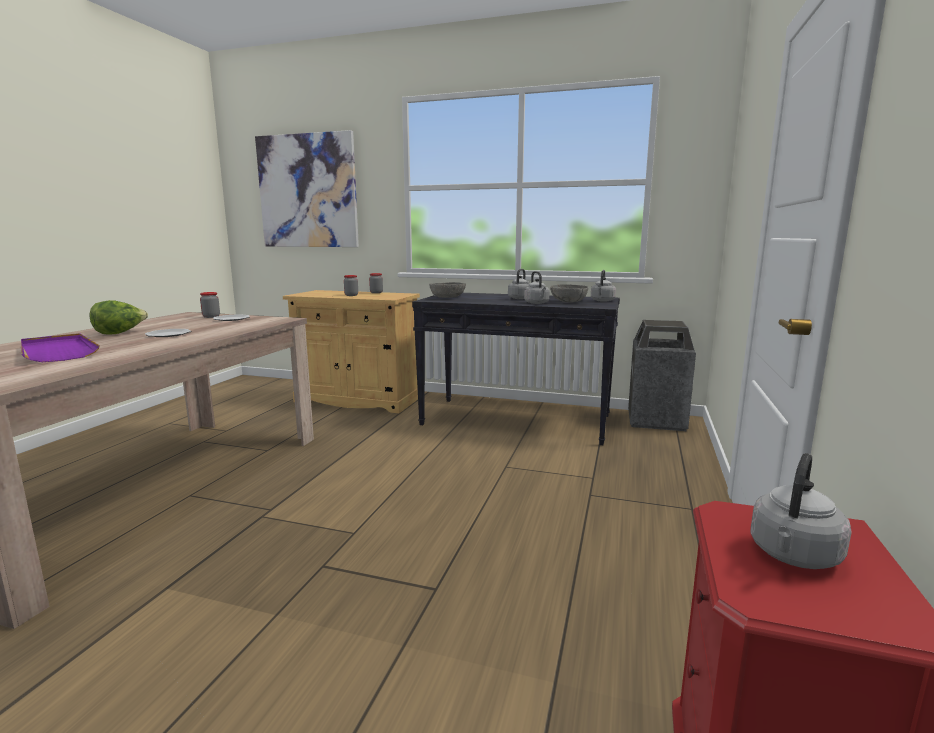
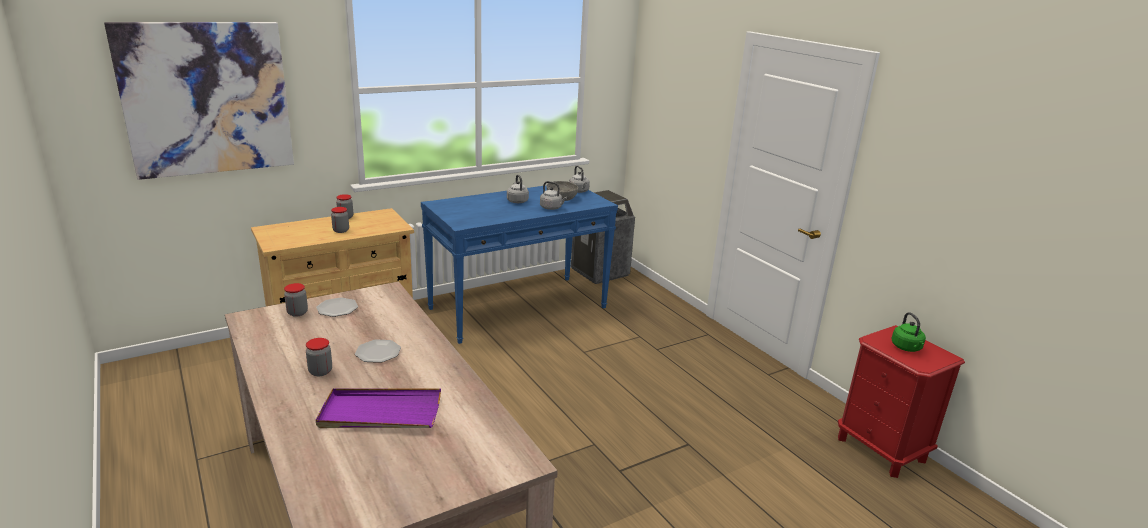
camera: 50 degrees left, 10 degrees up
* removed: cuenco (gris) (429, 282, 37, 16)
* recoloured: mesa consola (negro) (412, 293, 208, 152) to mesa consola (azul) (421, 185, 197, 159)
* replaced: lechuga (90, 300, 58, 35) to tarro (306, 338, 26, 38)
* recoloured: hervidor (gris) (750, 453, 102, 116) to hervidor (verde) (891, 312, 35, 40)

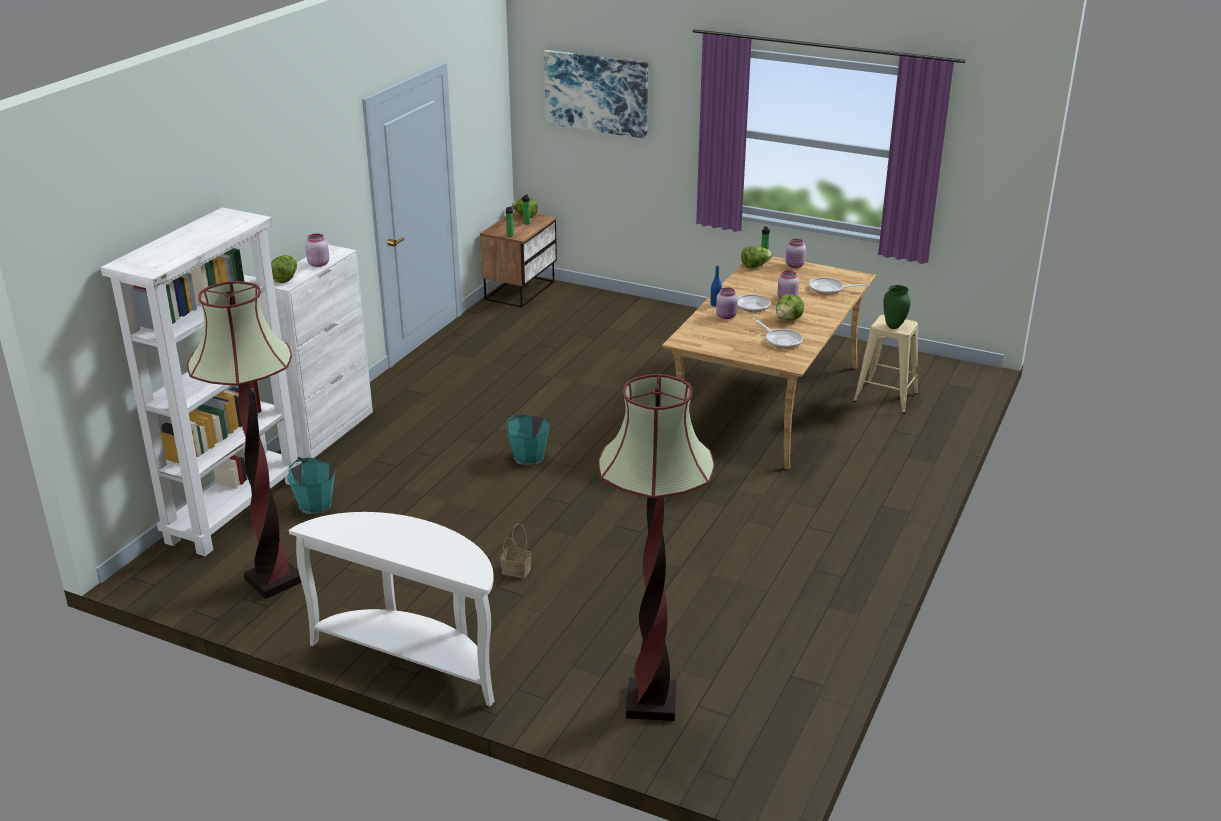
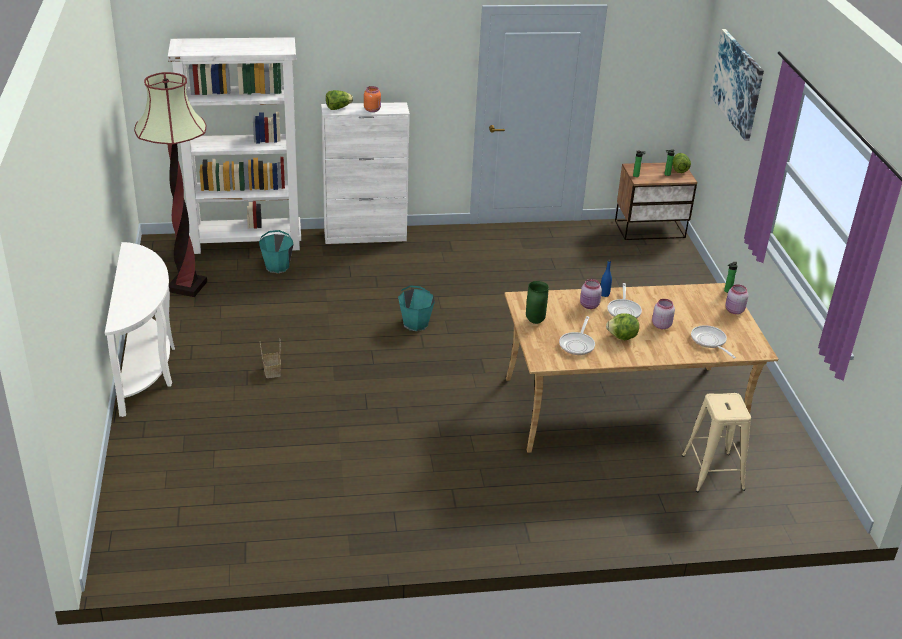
camera: 55 degrees right, 5 degrees up
* recoloured: tarro (rosa) (305, 233, 24, 34) to tarro (naranja) (364, 86, 17, 26)
* removed: lechuga (741, 246, 31, 22)
* moved: florero (verde) (883, 285, 27, 44) to (526, 281, 23, 43)
* removed: lámpara de pie (598, 374, 117, 347)

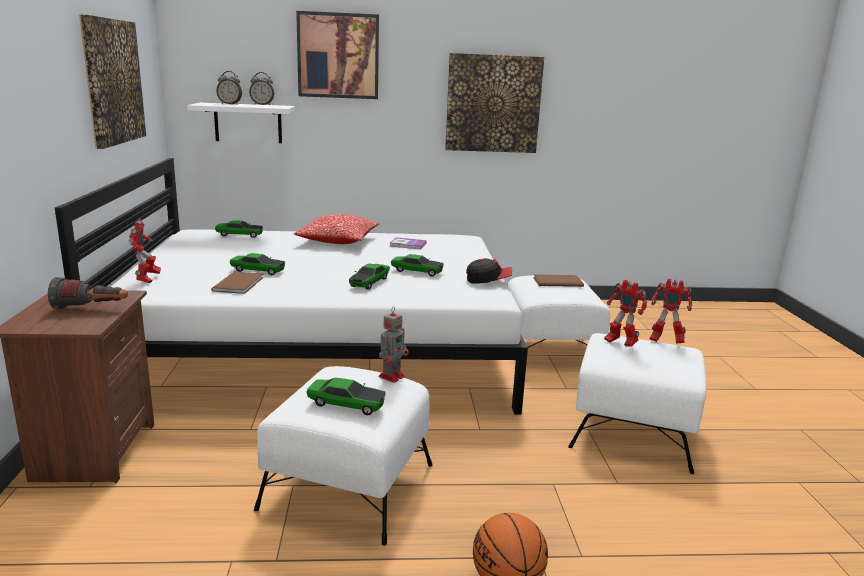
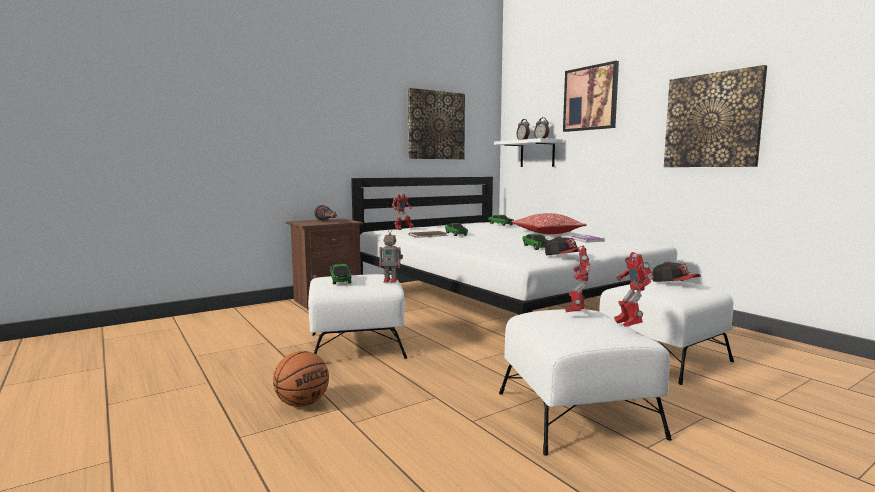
camera: 60 degrees right, 10 degrees down
* removed: coche de juguete (349, 263, 41, 27)
* replaced: libro (marrón) (533, 274, 51, 13) to gorra (652, 261, 49, 21)

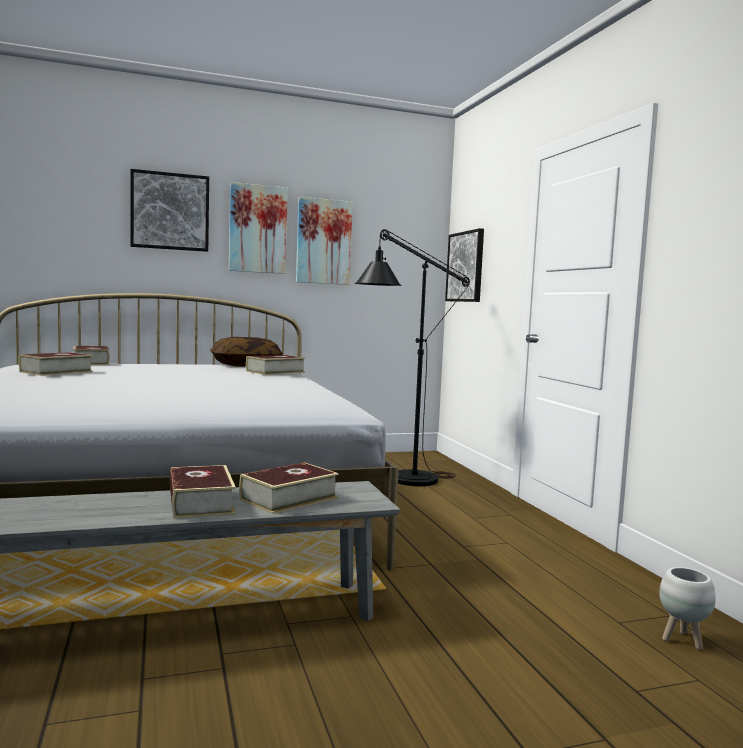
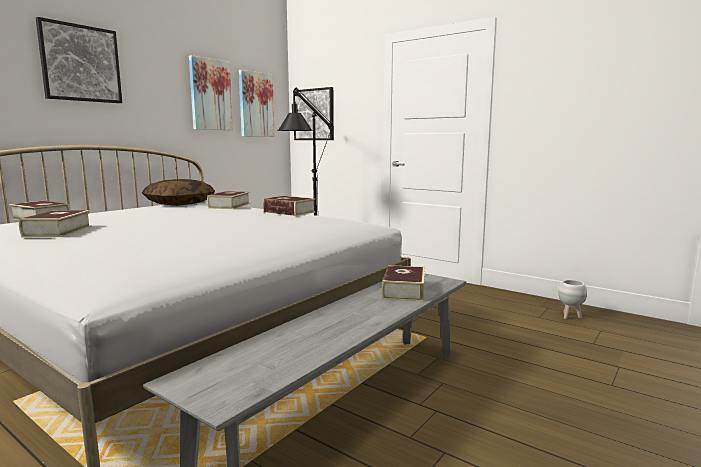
camera: 35 degrees left, 5 degrees up
* moved: cuadro (229, 182, 59, 92) to (239, 70, 36, 67)
* moved: libro (169, 465, 67, 53) to (263, 196, 53, 20)

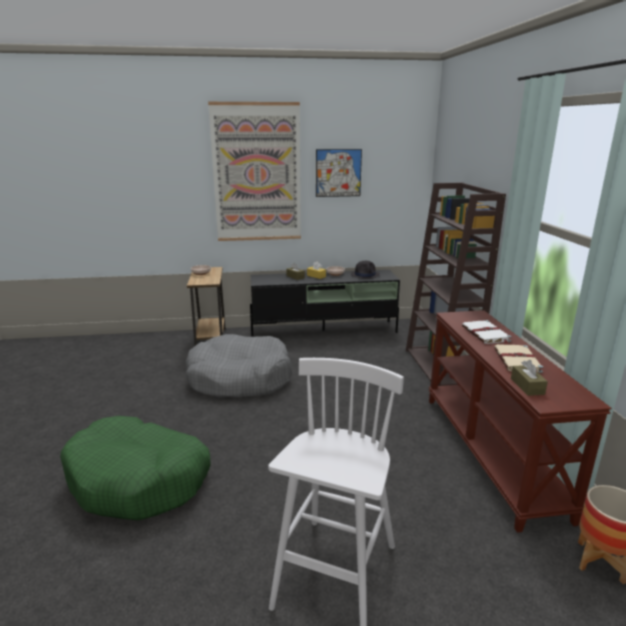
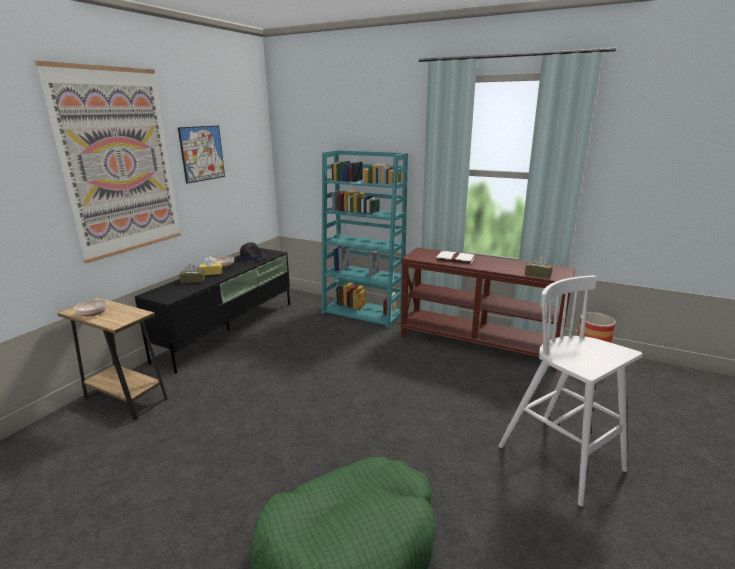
camera: 55 degrees left, 0 degrees up
* recoloured: estantería (marrón) (406, 183, 100, 203) to estantería (turquesa) (322, 150, 86, 178)
* removed: cama para perro (gris) (185, 334, 107, 64)
* removed: libro (beis) (494, 344, 49, 29)

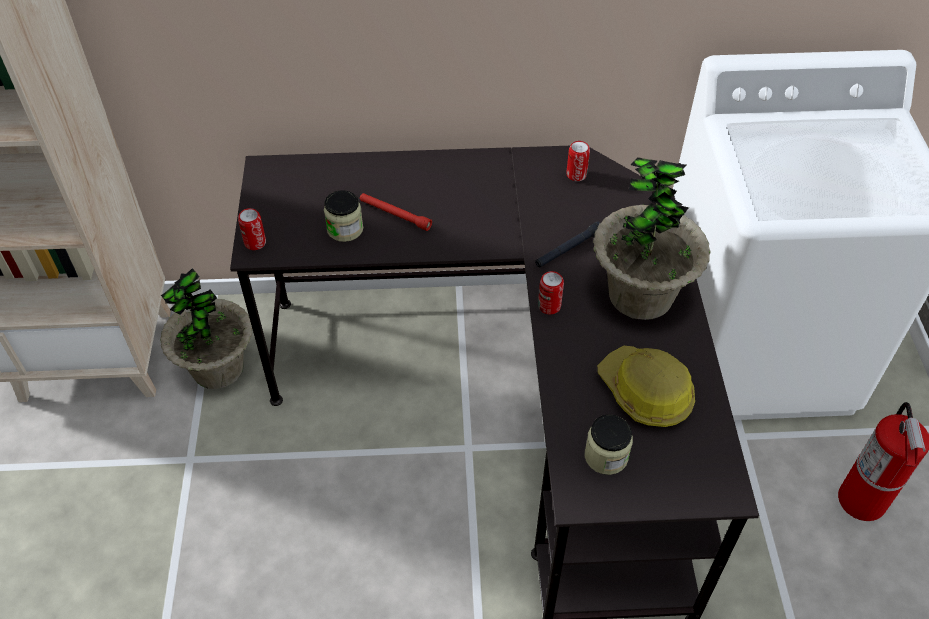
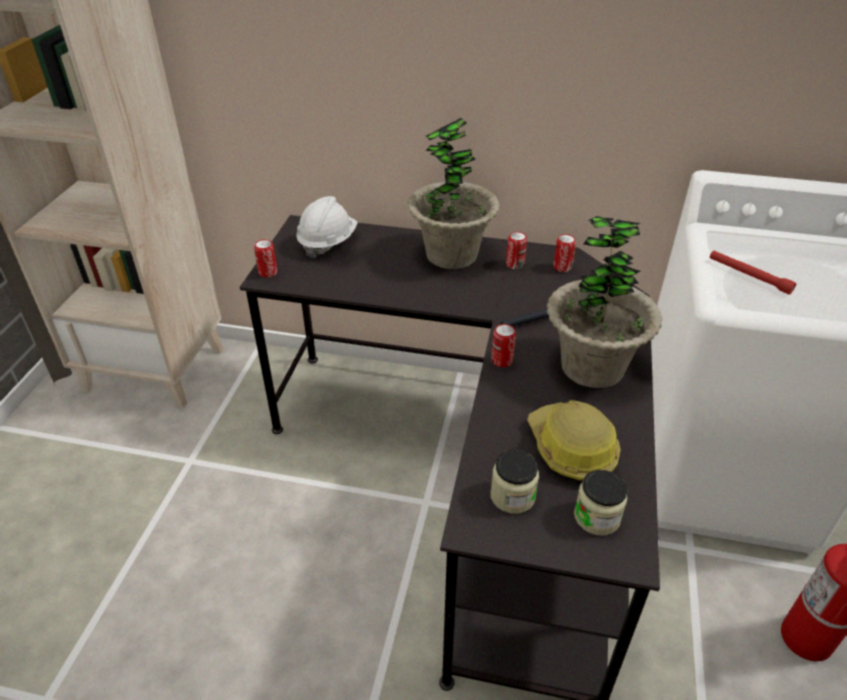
camera: 15 degrees right, 10 degrees down
* moved: tarro (324, 190, 39, 52) to (574, 470, 53, 65)
* moved: linterna (rojo) (360, 193, 72, 38) to (710, 251, 86, 44)
* moved: planta en maceta (160, 268, 92, 121) to (408, 118, 92, 151)
* added: casco (blanco) (296, 196, 62, 63)
* added: lata (506, 232, 21, 37)

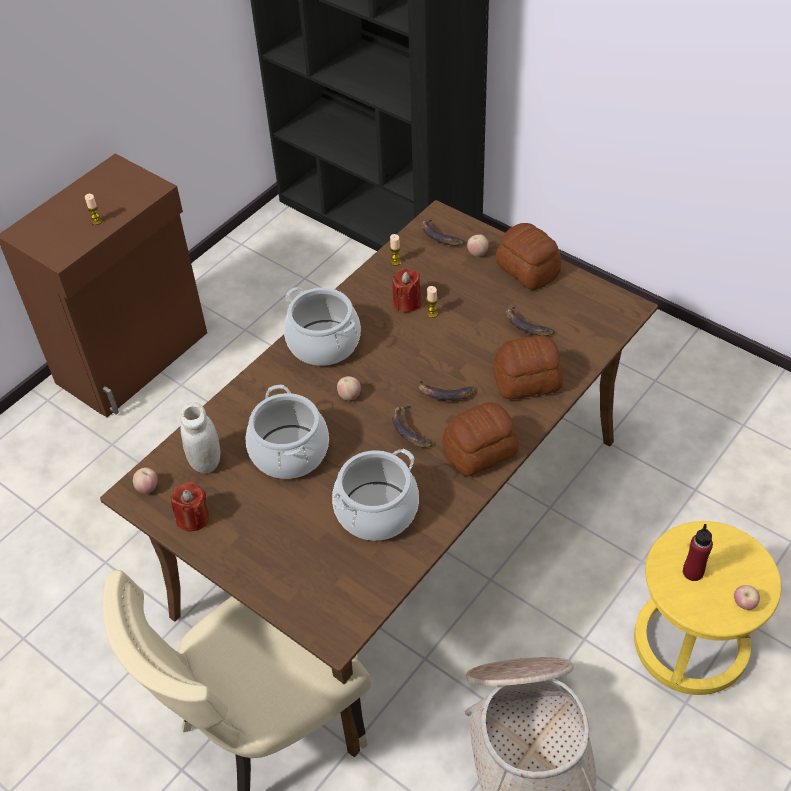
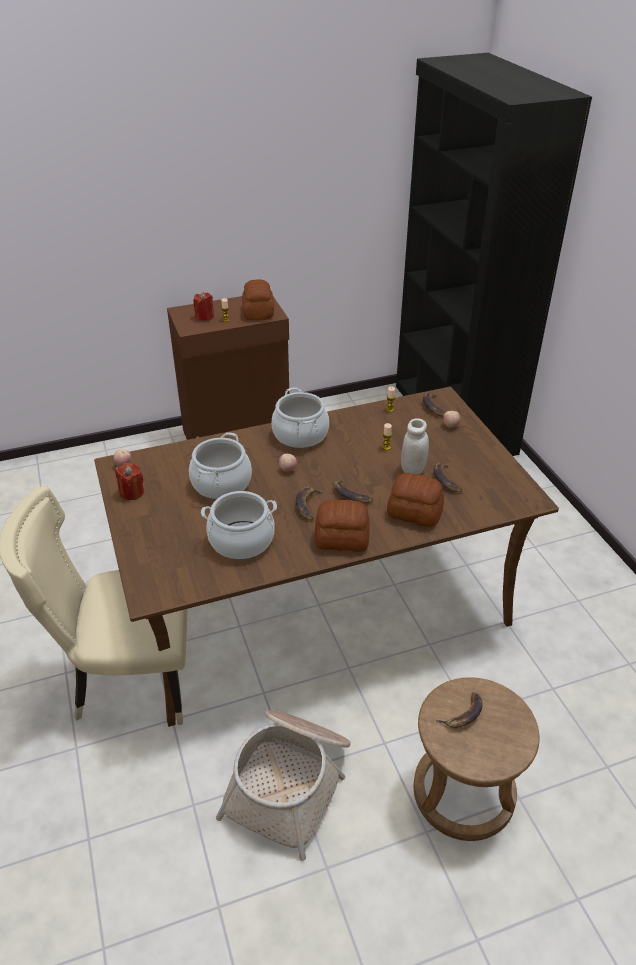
camera: 30 degrees right, 10 degrees down
* moved: pan (496, 223, 65, 67) to (242, 279, 32, 42)
* moved: vela (rojo) (392, 268, 29, 44) to (193, 292, 21, 29)
* moved: tarro (blanco) (180, 402, 41, 71) to (401, 418, 28, 57)
* recoloured: taburete (amarillo) (634, 521, 148, 174) to taburete (marrón) (414, 677, 125, 164)
* replaced: botella (rojo) (683, 524, 30, 57) to plátano (436, 692, 46, 36)
* removed: manzana (734, 585, 26, 25)

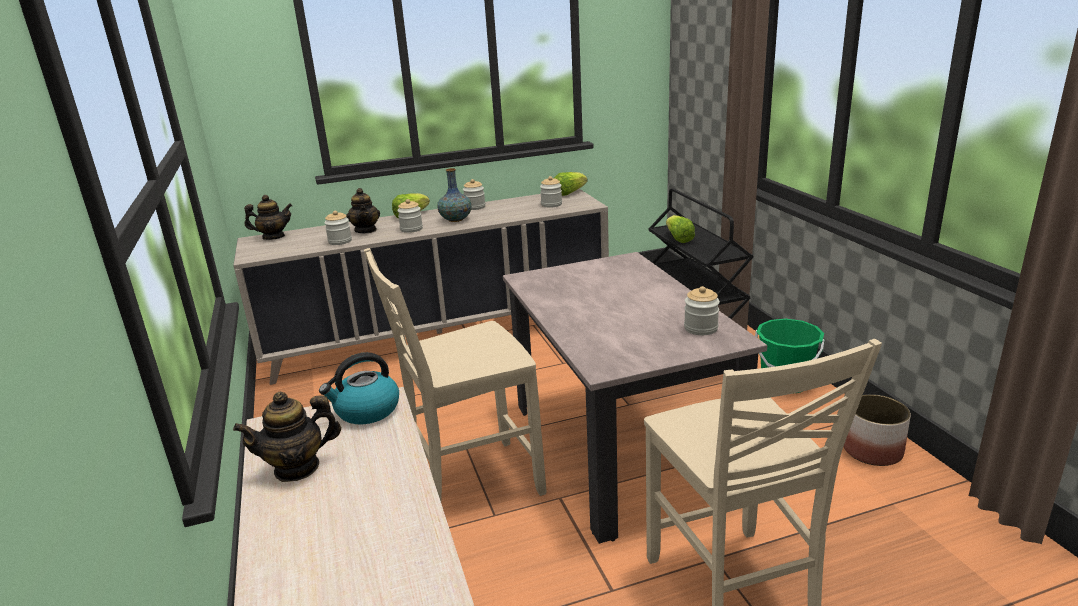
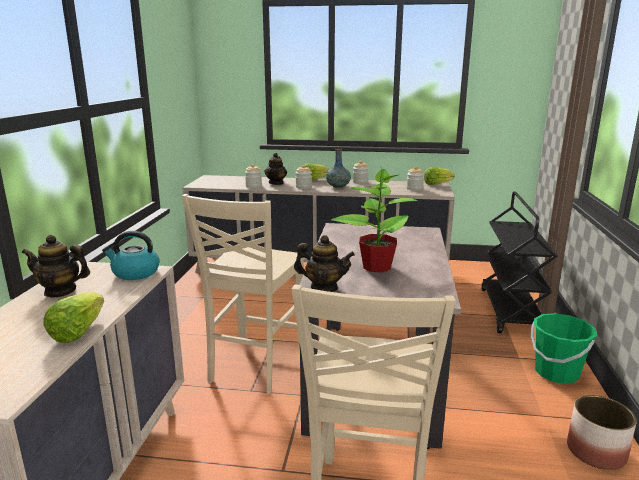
camera: 25 degrees right, 5 degrees down
* moved: tetera (244, 195, 48, 45) to (294, 235, 61, 57)
* moved: lechuga (666, 215, 29, 28) to (44, 292, 60, 51)
* turned: silla (beis) (364, 248, 182, 253) = (182, 194, 122, 200) 75 degrees counterclockwise
* removed: tarro (684, 286, 36, 49)
* added: planta en maceta (331, 169, 86, 103)

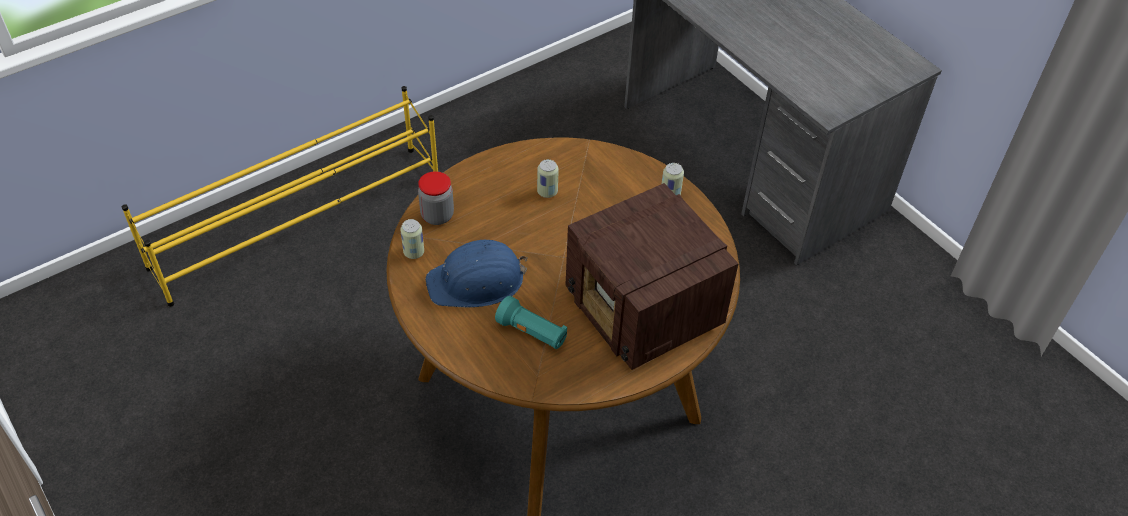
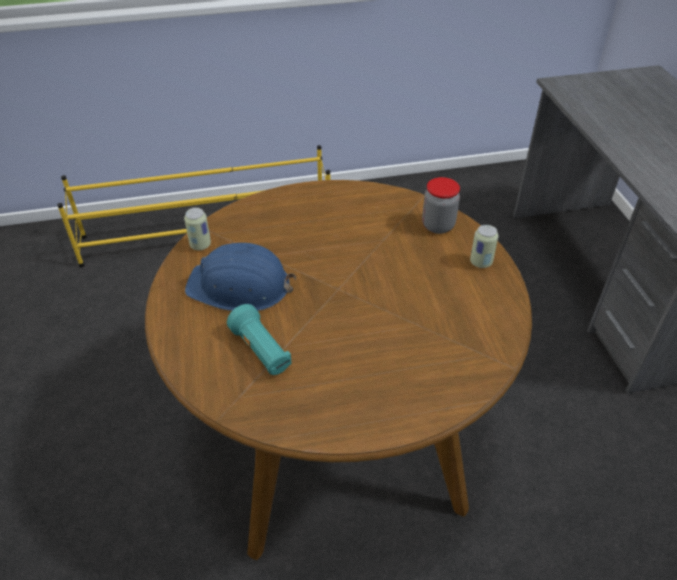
camera: 25 degrees right, 5 degrees down
* removed: lata (537, 159, 22, 39)
* moved: tarro (418, 171, 36, 54) to (422, 177, 38, 57)
* removed: radio (566, 183, 173, 187)

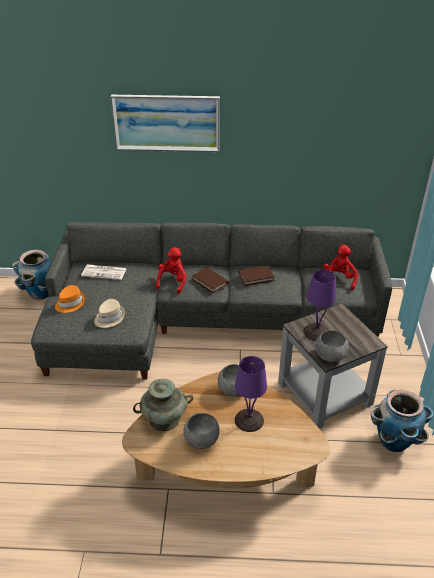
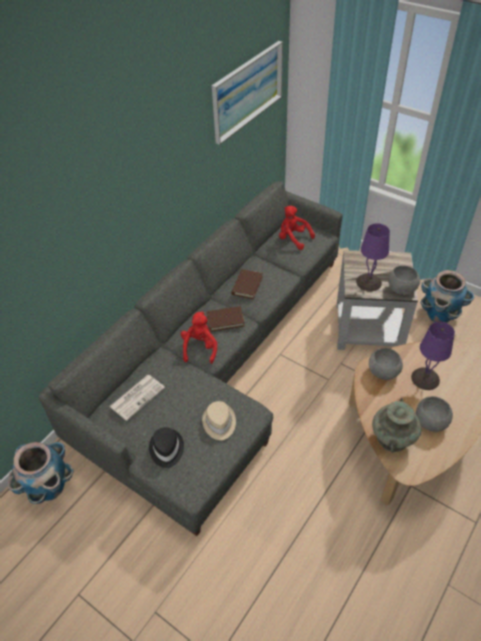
camera: 55 degrees left, 10 degrees up
* moved: cuadro (110, 95, 110, 57) to (212, 41, 71, 104)
* turned: peluche (rojo) (156, 247, 31, 47) = (181, 311, 36, 53) 45 degrees clockwise
* recoloured: sombrero (naranja) (55, 285, 31, 28) to sombrero (negro) (149, 427, 35, 41)

